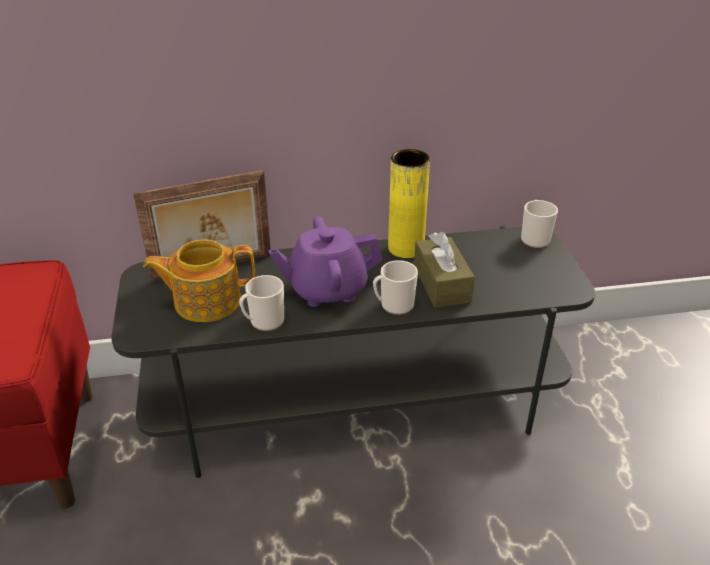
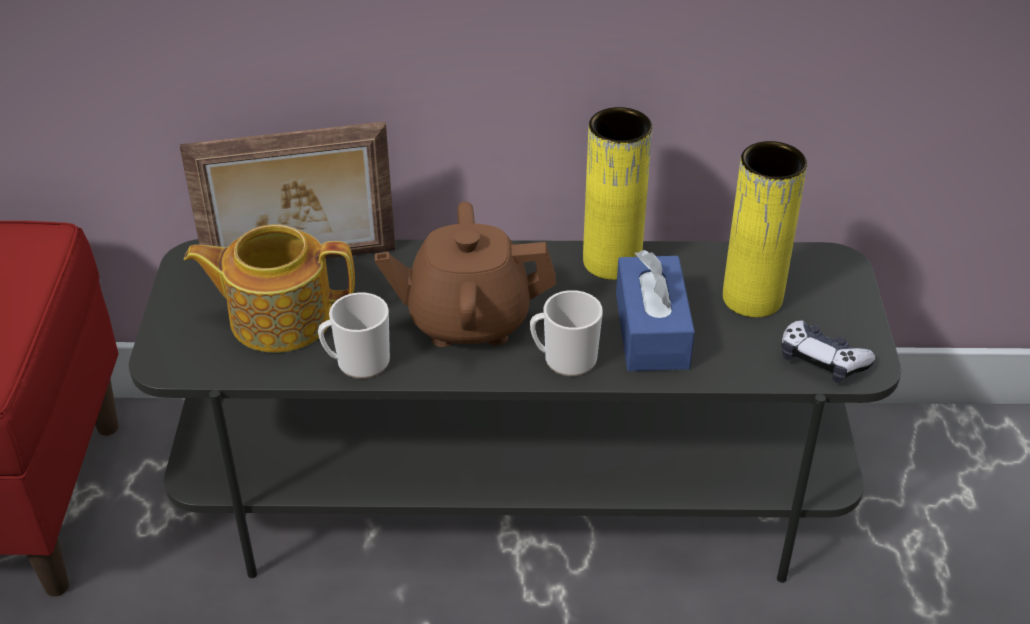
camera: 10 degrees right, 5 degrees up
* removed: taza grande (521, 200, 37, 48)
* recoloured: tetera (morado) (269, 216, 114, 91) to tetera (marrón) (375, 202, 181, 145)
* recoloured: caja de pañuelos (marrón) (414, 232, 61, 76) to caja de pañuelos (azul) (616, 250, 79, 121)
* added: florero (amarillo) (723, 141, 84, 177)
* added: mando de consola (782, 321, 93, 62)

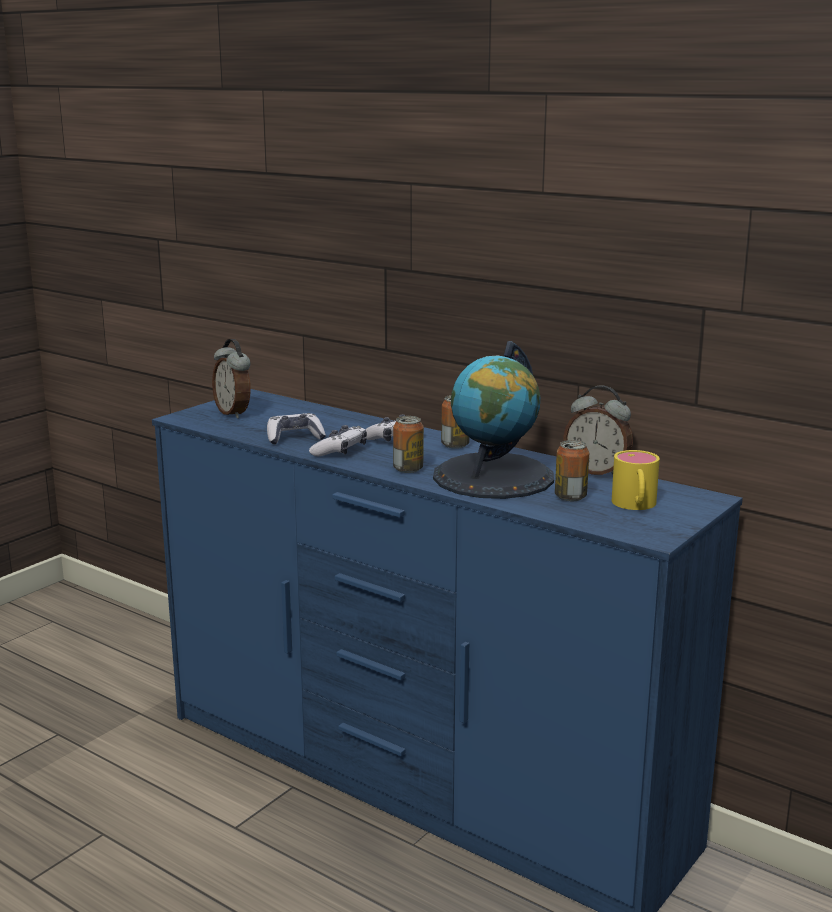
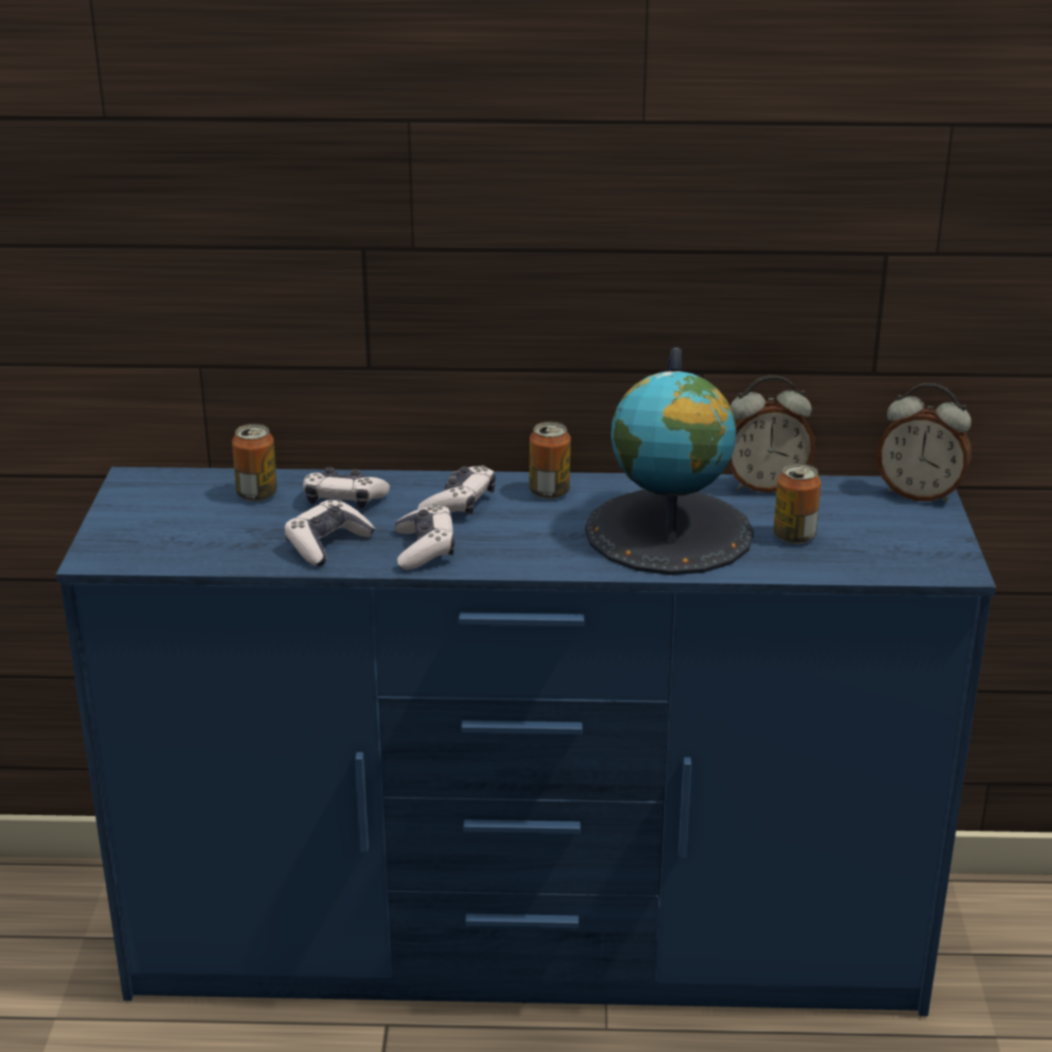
camera: 35 degrees left, 10 degrees up
* moved: despertador (212, 339, 39, 80) to (877, 383, 94, 120)
* moved: lata (393, 416, 31, 57) to (232, 424, 45, 78)
* removed: taza grande (amarillo) (612, 450, 48, 60)
* added: mando de consola (303, 467, 87, 42)

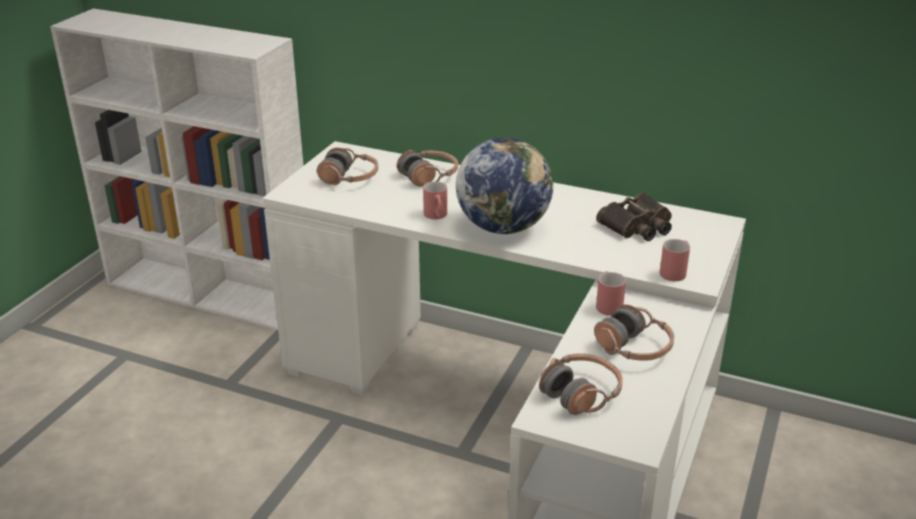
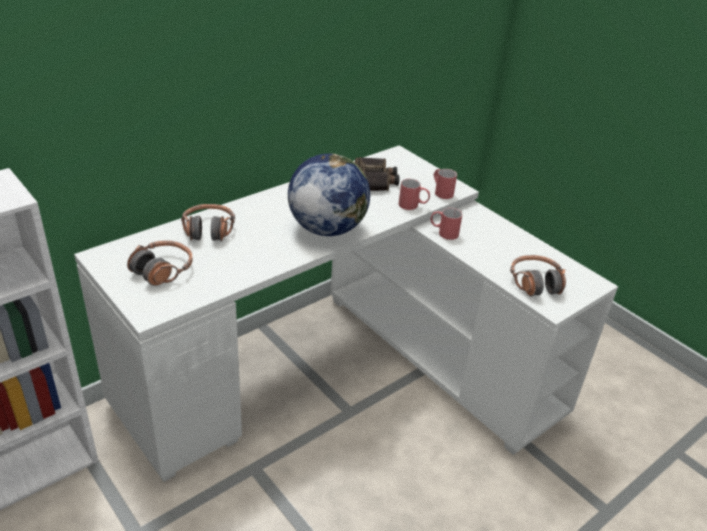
camera: 65 degrees left, 5 degrees up
* moved: taza grande (rojo) (423, 181, 24, 38) to (399, 179, 31, 31)
* removed: auriculares (594, 305, 80, 56)

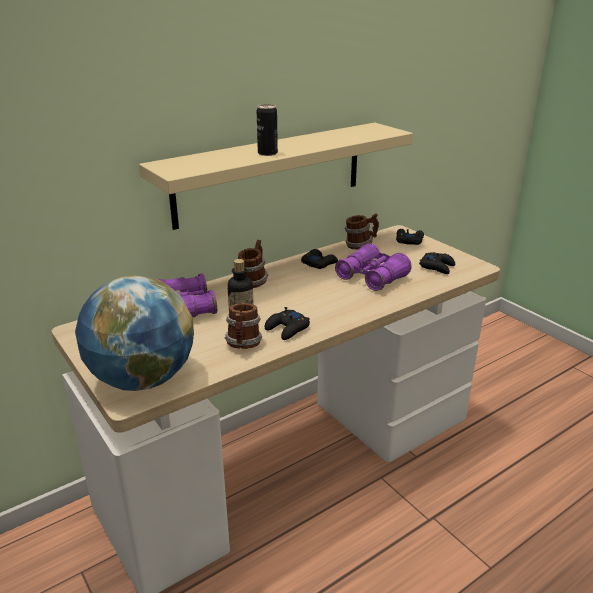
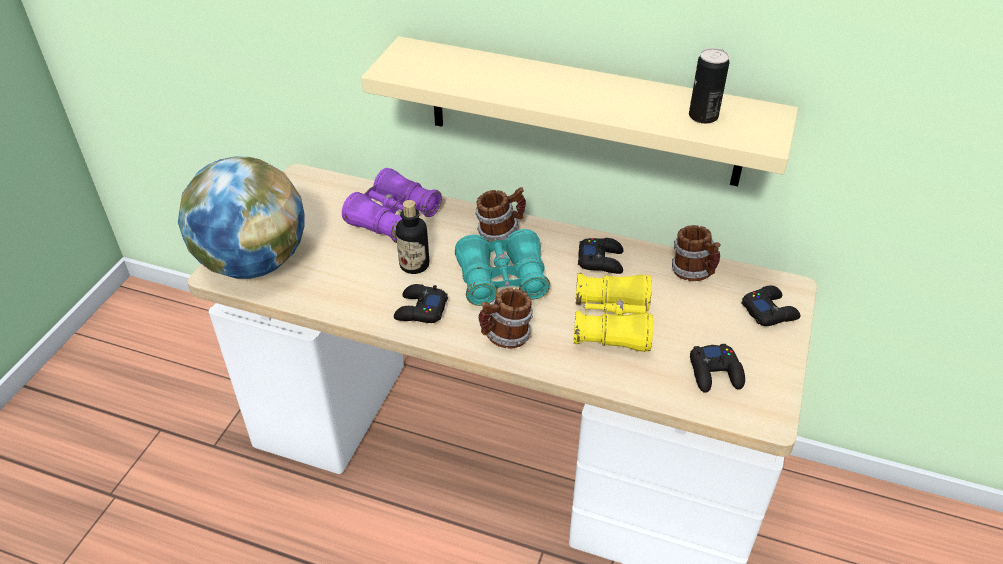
camera: 55 degrees right, 15 degrees up
* moved: lata (257, 104, 21, 52) to (689, 48, 41, 76)
* recoloured: prismáticos (morado) (335, 243, 77, 48) to prismáticos (amarillo) (574, 273, 79, 79)
* moved: taza grande (225, 303, 37, 46) to (479, 288, 54, 60)
* added: prismáticos (turquesa) (455, 229, 95, 77)

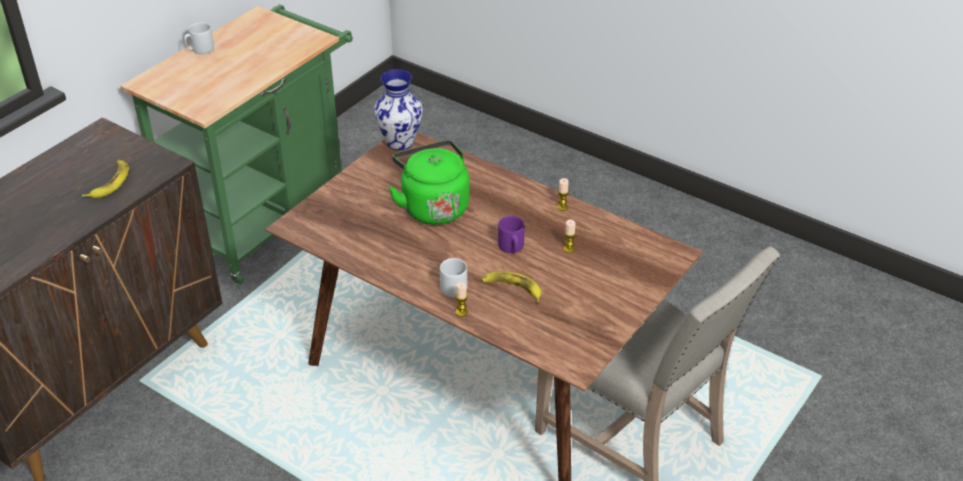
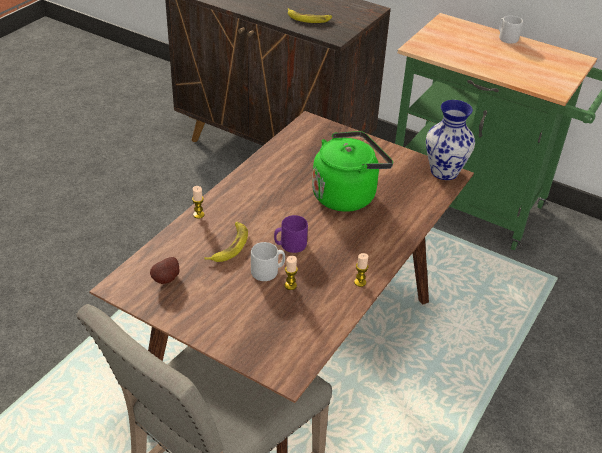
camera: 85 degrees right, 0 degrees up
* moved: taza grande (gris) (440, 258, 27, 39) to (251, 242, 34, 39)
* added: patata (150, 257, 30, 27)

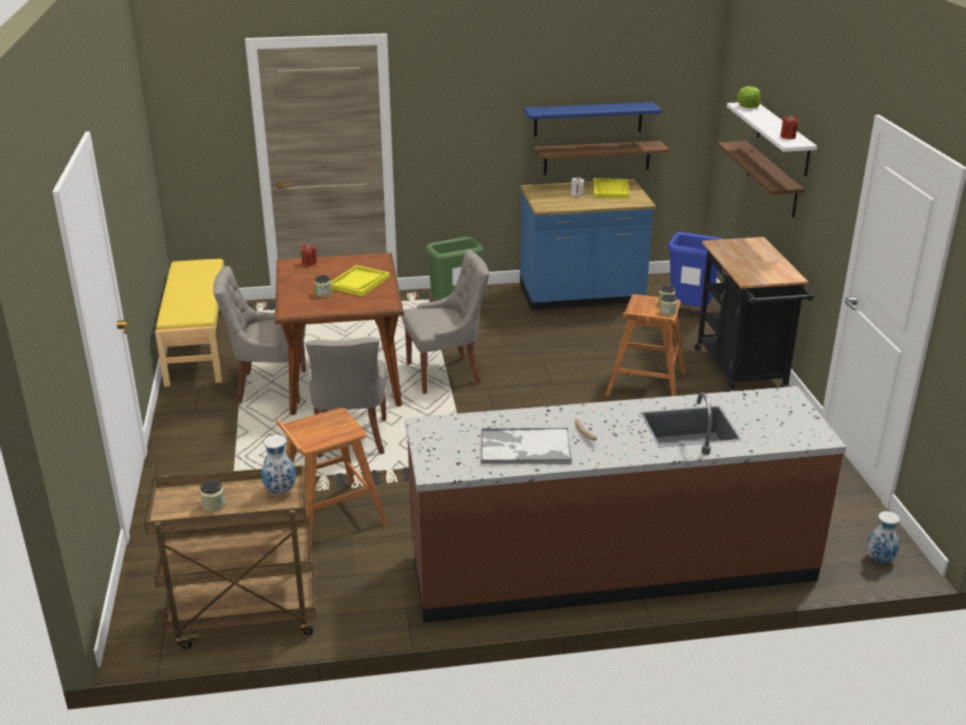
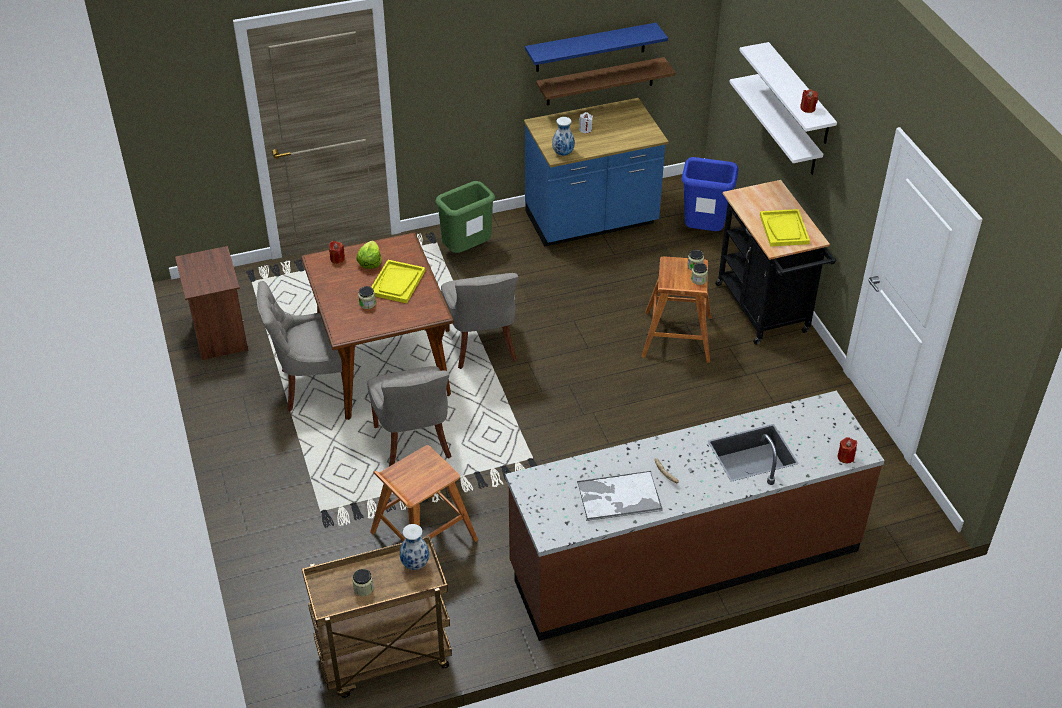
camera: 10 degrees left, 15 degrees up
* moved: lechuga (737, 86, 23, 22) to (356, 241, 26, 28)
* recoloured: estante (marrón) (718, 141, 86, 76) to estante (blanco) (729, 74, 94, 101)
* moved: bandeja (amarillo) (593, 178, 36, 20) to (760, 209, 50, 38)
* turned: silla (gris) (402, 250, 88, 144) = (441, 273, 77, 96) 105 degrees clockwise
* replaced: banco (amarillo) (155, 259, 69, 128) to mesita de noche (marrón) (175, 246, 73, 114)
* moved: florero (866, 511, 34, 52) to (552, 117, 23, 39)
* added: vela (rojo) (837, 437, 20, 26)

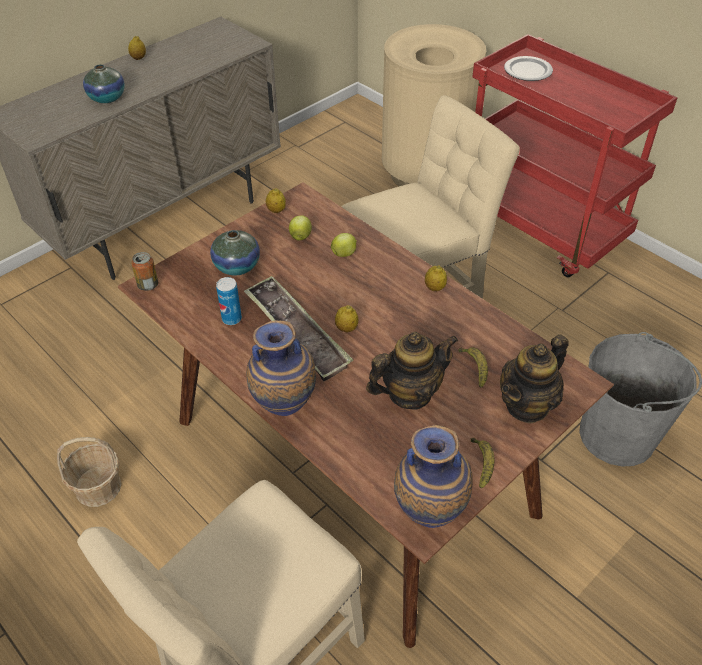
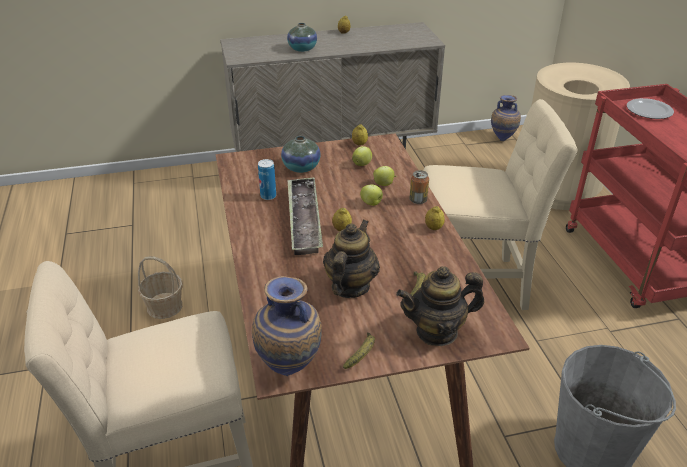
camera: 30 degrees right, 10 degrees down
* moved: lata (131, 252, 27, 39) to (409, 170, 20, 34)
* moved: florero (246, 320, 70, 96) to (491, 95, 30, 46)
* turned: tetera (366, 332, 92, 78) = (323, 220, 57, 78) 75 degrees counterclockwise
* added: manzana (360, 185, 23, 21)

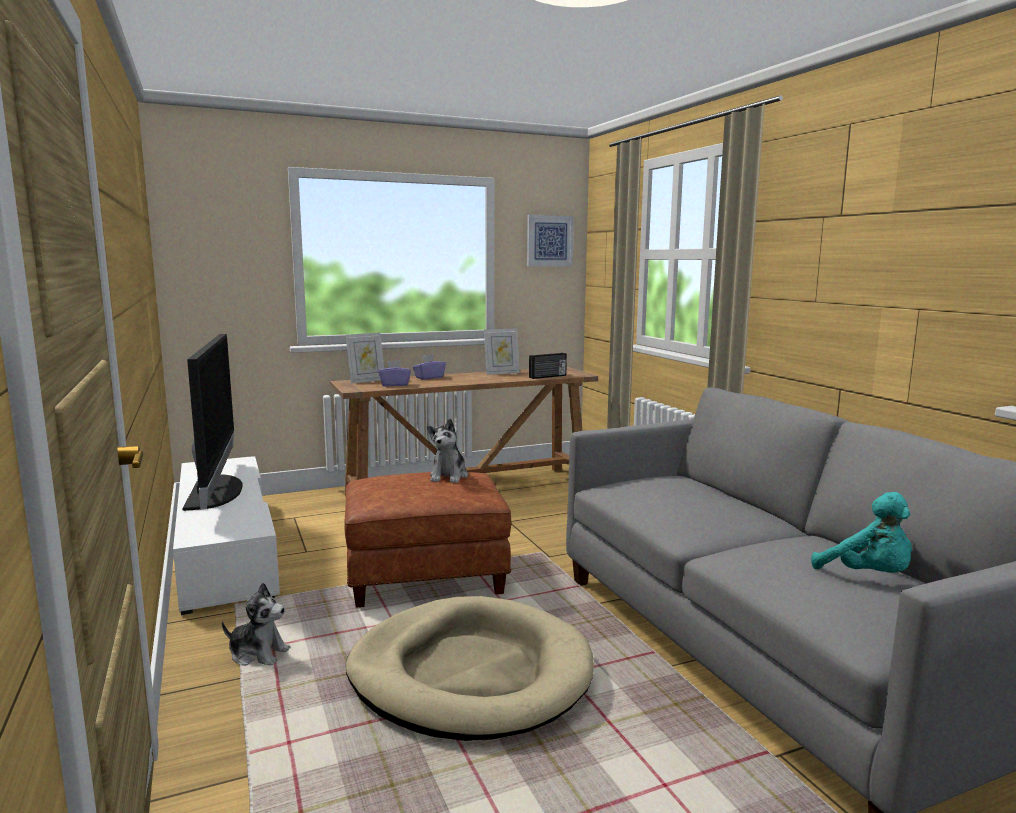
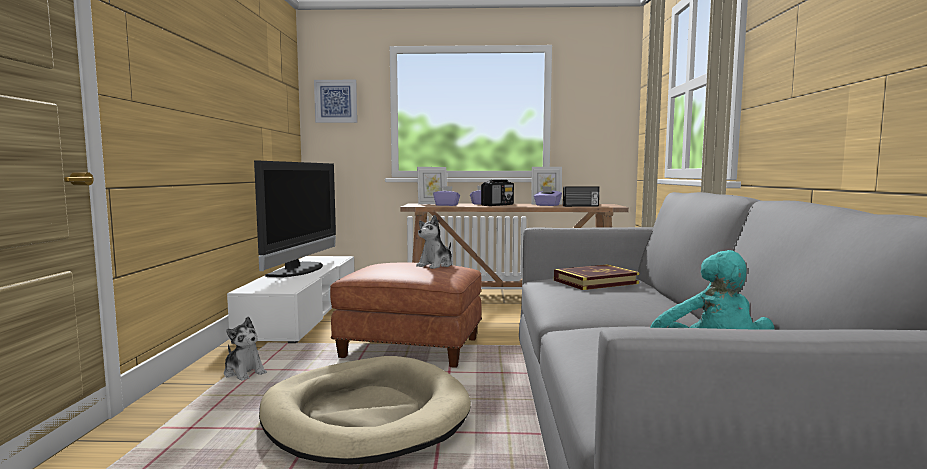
camera: 25 degrees right, 5 degrees down
* moved: cuadro (527, 215, 47, 51) to (314, 80, 43, 43)
* added: radio (481, 180, 33, 26)
* added: caja de pañuelos (morado) (534, 186, 28, 20)
* added: libro (554, 264, 86, 26)

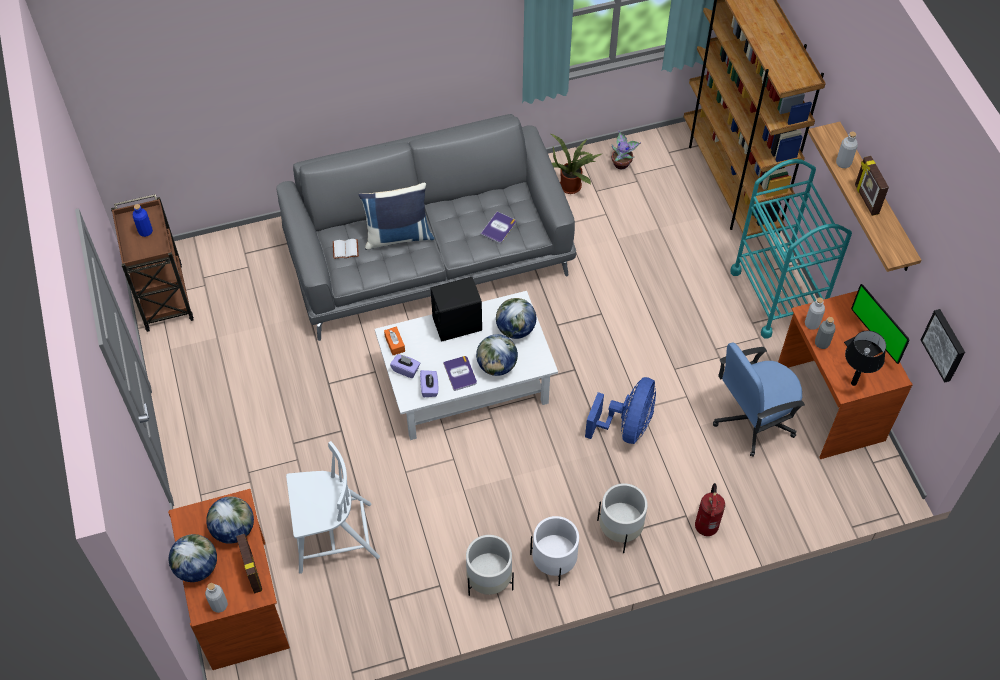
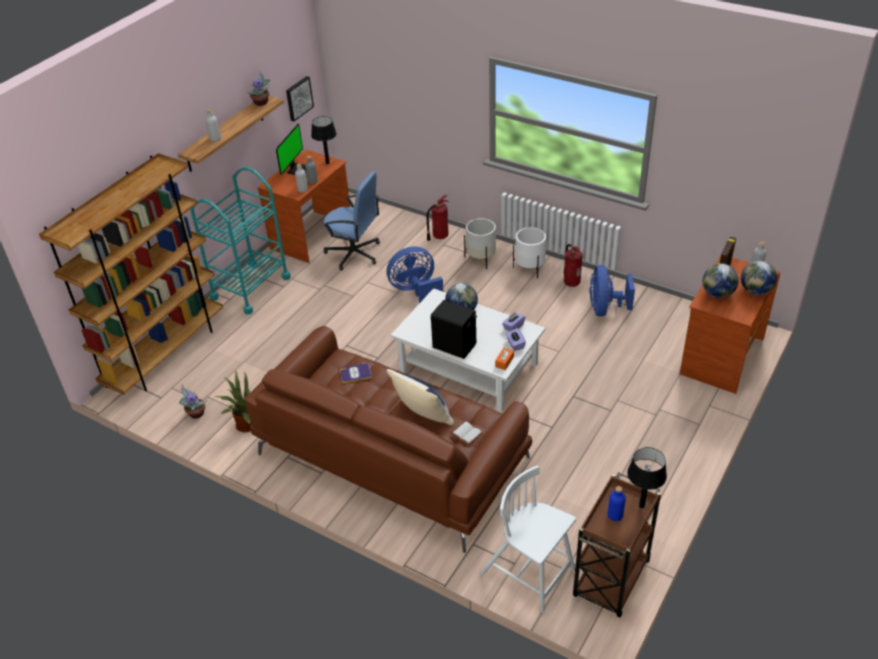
camera: 130 degrees left, 15 degrees down
* recoloured: sofá (gris) (276, 114, 300, 227) to sofá (marrón) (245, 326, 287, 227)
* removed: portarretratos (855, 156, 34, 60)
* removed: globo terráqueo (496, 298, 40, 41)
* removed: libro (443, 356, 34, 35)
* moved: silla (blanco) (286, 441, 94, 133) to (480, 465, 96, 148)
* replaced: maceta (blanco) (466, 535, 48, 61) to extintor (564, 244, 18, 43)
* added: planta en maceta (247, 71, 23, 35)
* added: ventilador (azul) (589, 265, 46, 52)
* added: lámpara de mesa (negro) (627, 447, 40, 61)

